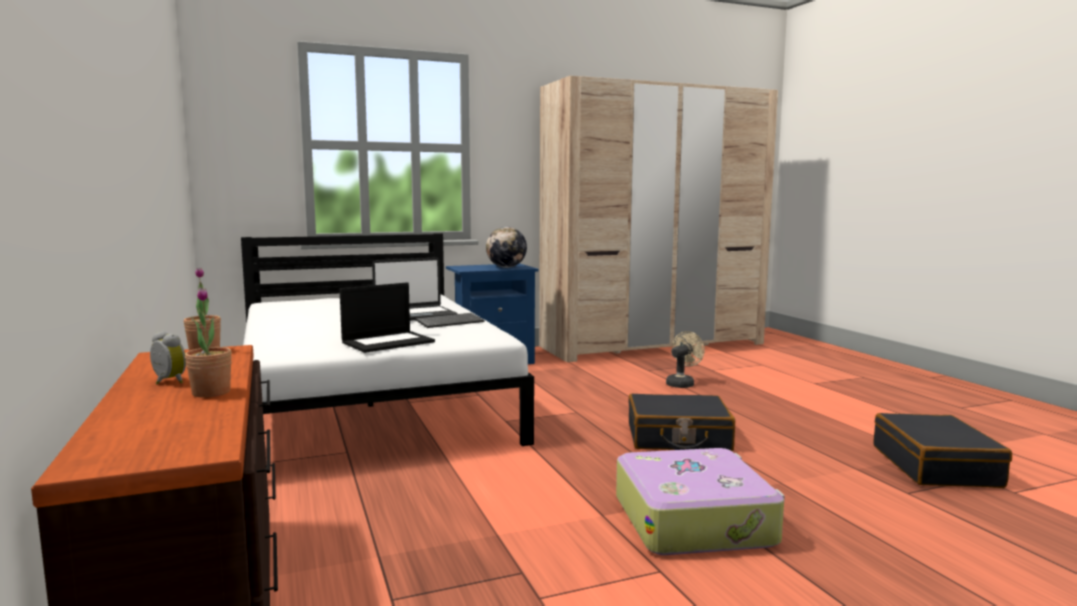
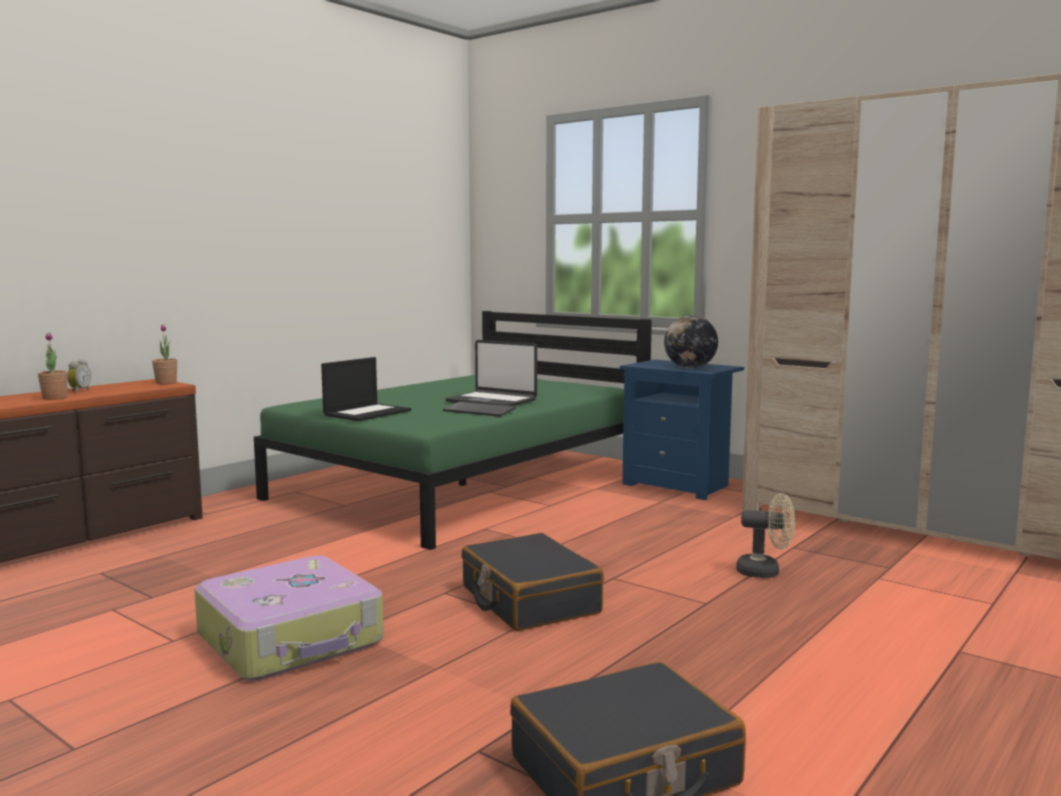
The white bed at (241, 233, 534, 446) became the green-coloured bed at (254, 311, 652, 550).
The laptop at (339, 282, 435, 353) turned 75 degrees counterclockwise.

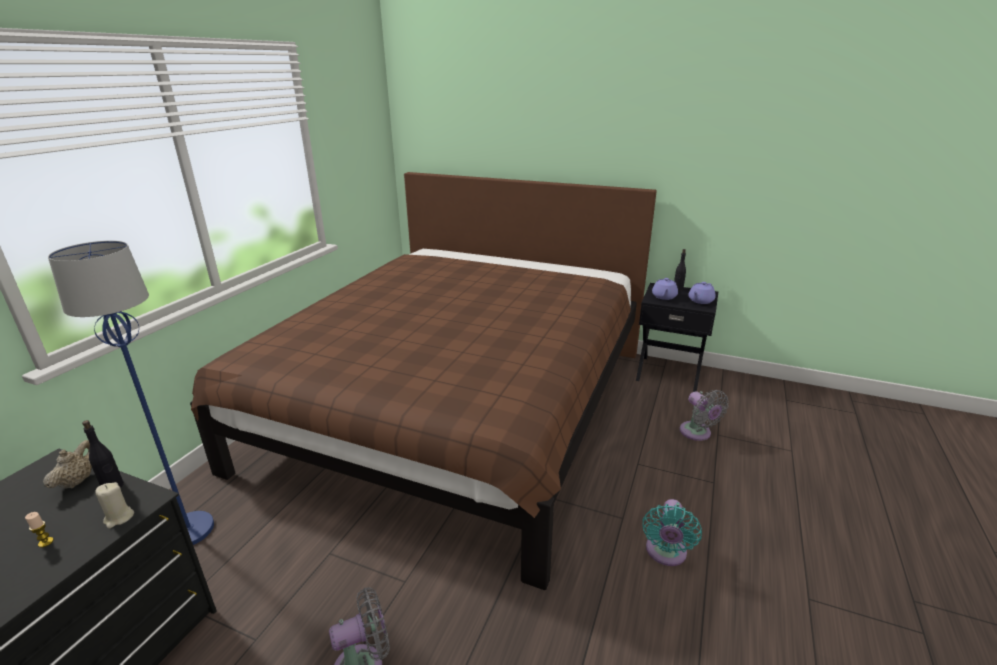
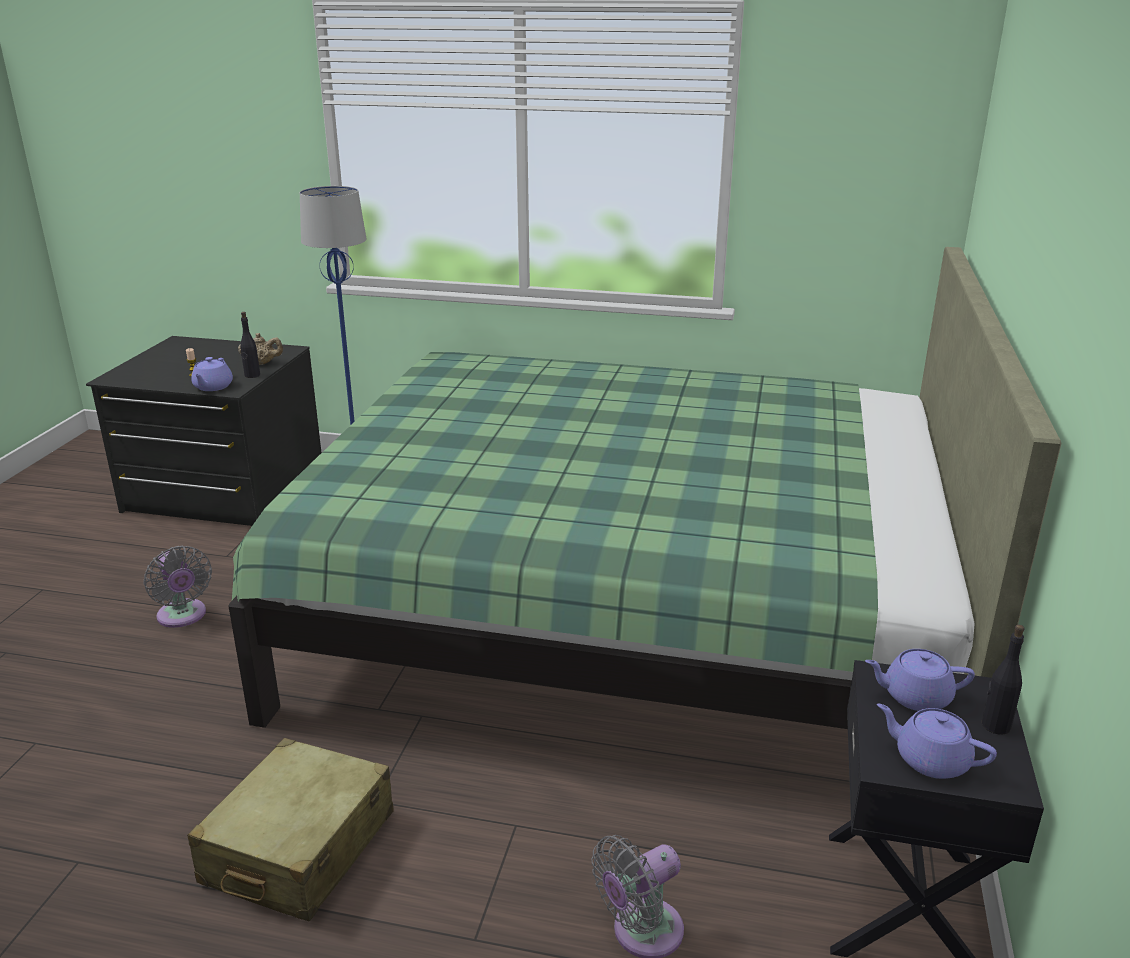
The beige-coloured wax candle at (95, 482, 134, 528) was replaced by the purple teapot at (191, 357, 233, 391).
The brown-coloured bed at (190, 172, 657, 590) became the green-coloured bed at (229, 247, 1061, 729).
The turquoise-coloured cooling fan at (642, 499, 702, 566) was replaced by the beige-coloured suitcase at (187, 738, 394, 921).

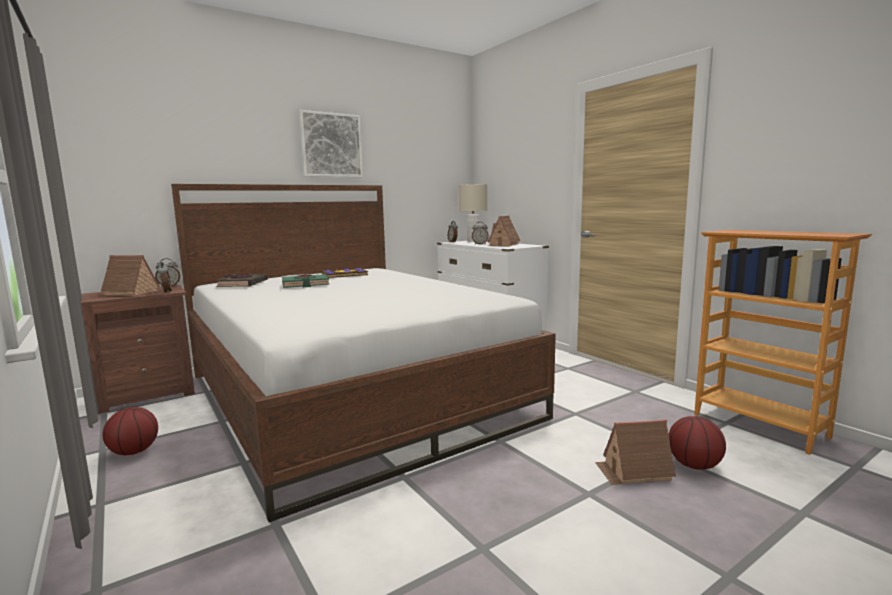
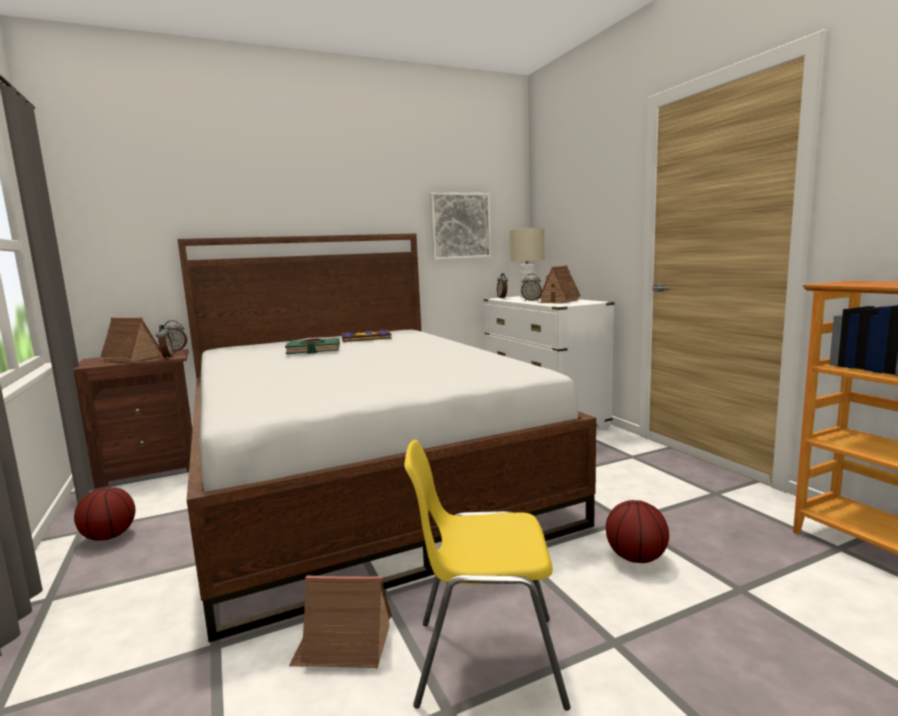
The black-coloured book at (216, 274, 268, 287) disappeared.
The wall art moved from (299, 110, 363, 178) to (430, 192, 492, 260).
The model house moved from (595, 419, 676, 485) to (289, 576, 392, 669).
The basketball moved from (668, 416, 726, 470) to (606, 500, 669, 563).
The yellow upright chair at (404, 440, 571, 711) appeared.

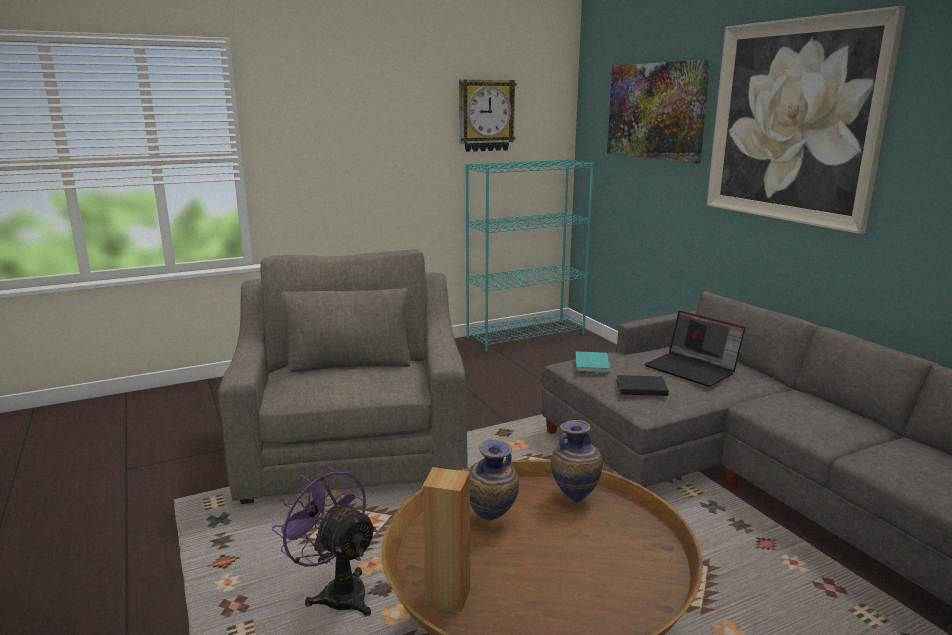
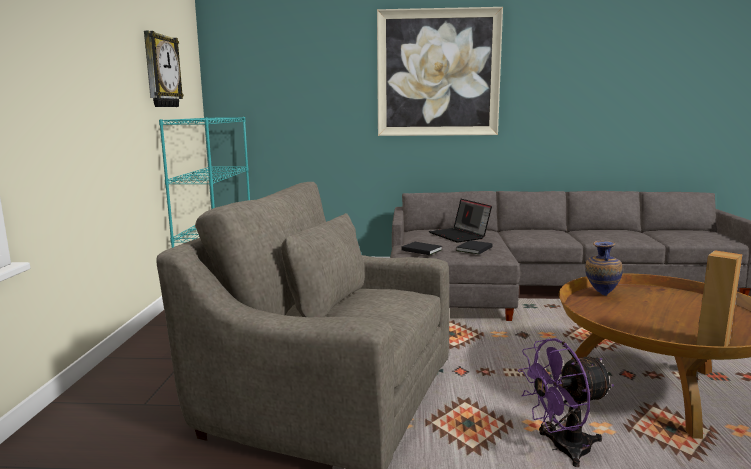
The decorative vase at (468, 439, 519, 520) disappeared.
The turquoise-coloured book at (575, 351, 610, 373) became the black-coloured book at (402, 242, 442, 255).
The wall art at (607, 60, 711, 163) disappeared.
The laptop at (645, 311, 745, 387) turned 75 degrees clockwise.

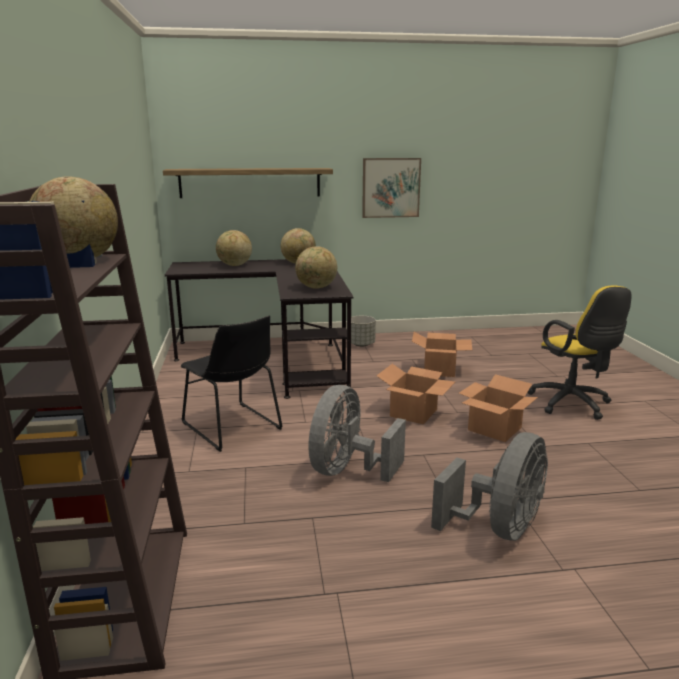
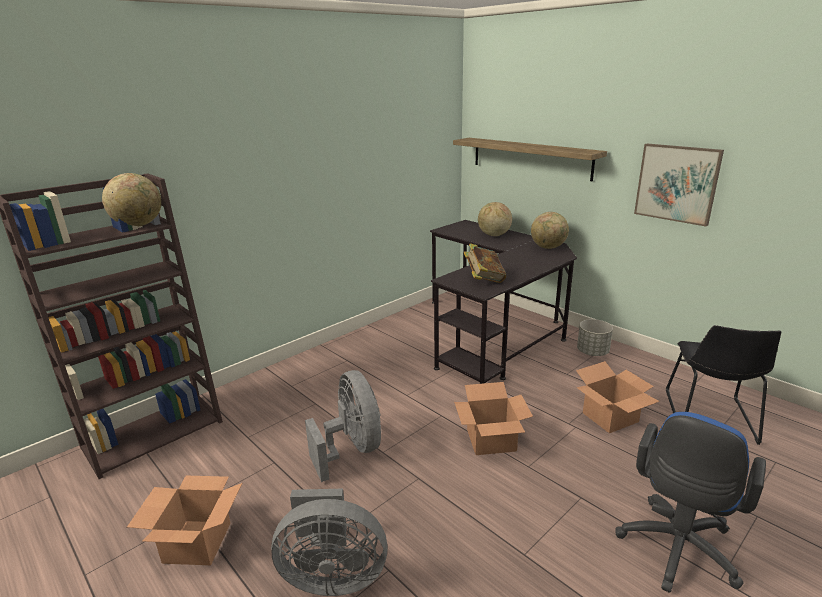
The black-coloured upright chair moved from (181, 316, 283, 452) to (666, 325, 781, 445).
The world globe at (295, 246, 337, 288) was replaced by the book at (464, 243, 506, 283).
The grey cooling fan at (308, 385, 406, 482) turned 75 degrees clockwise.
The carton moved from (459, 374, 538, 442) to (127, 476, 242, 565).
The yellow desk chair at (528, 285, 631, 420) became the bluish desk chair at (615, 412, 766, 593).

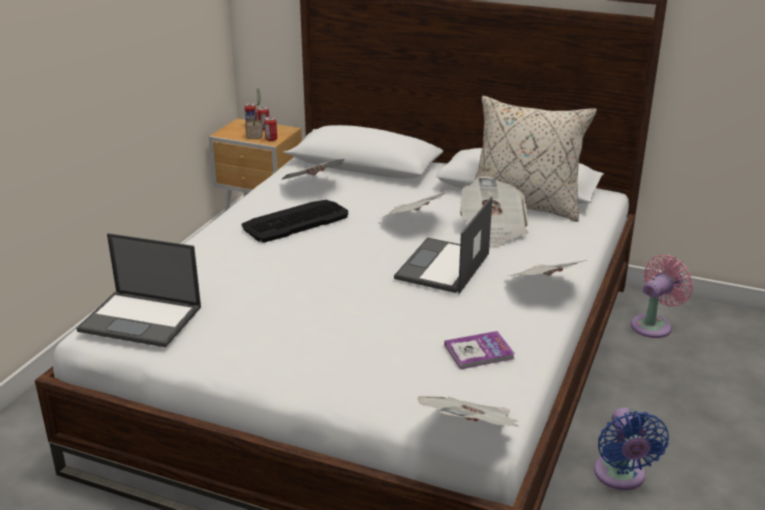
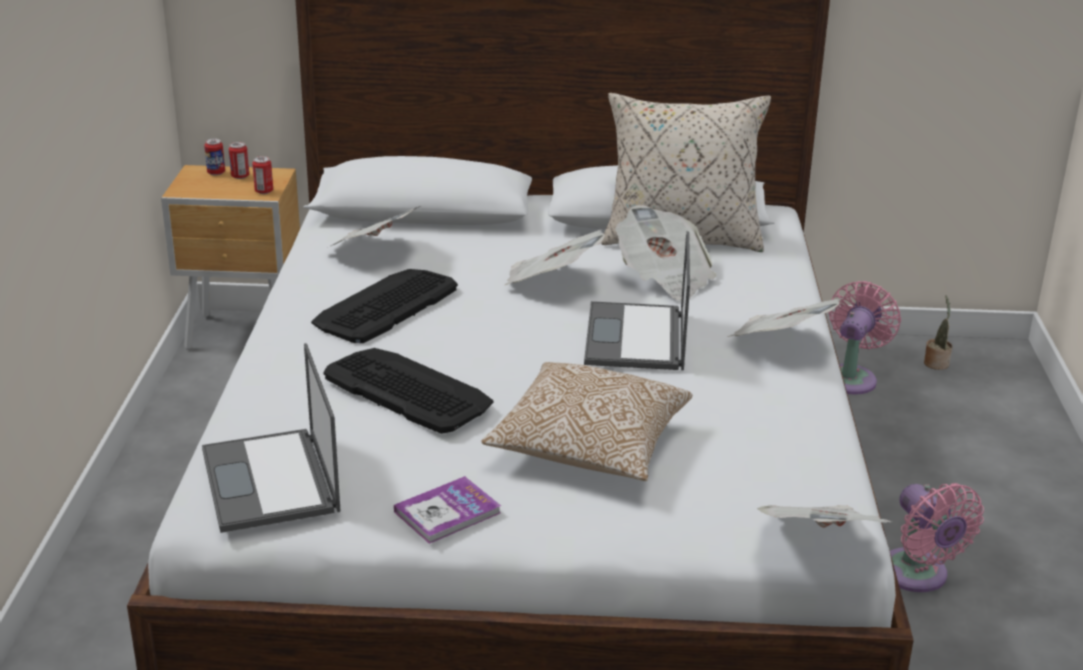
The laptop at (77, 233, 201, 348) turned 75 degrees clockwise.
The potted plant moved from (245, 88, 263, 139) to (924, 295, 952, 370).
The book moved from (444, 331, 515, 370) to (394, 476, 501, 544).
The bluish cooling fan at (594, 407, 669, 490) became the pink-coloured cooling fan at (890, 483, 984, 592).
The keyboard at (323, 348, 494, 434) appeared.
The pillow at (482, 362, 692, 481) appeared.

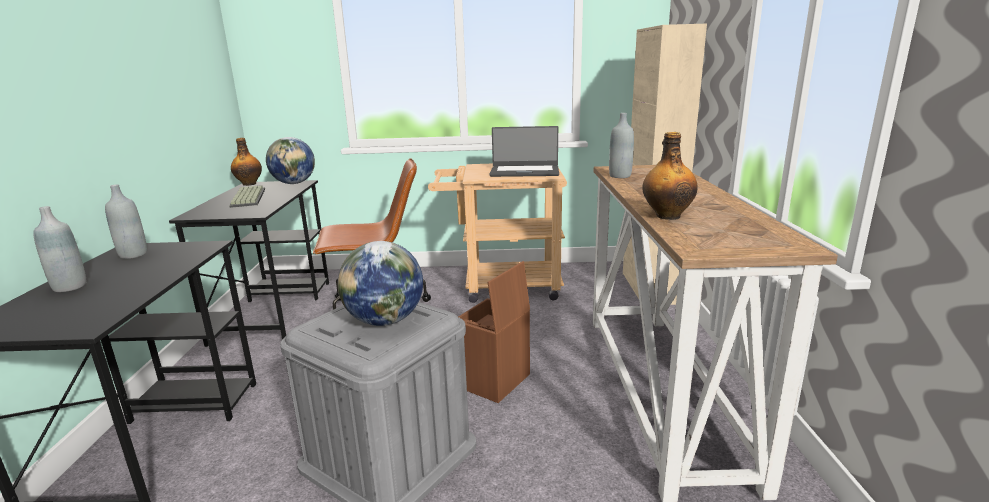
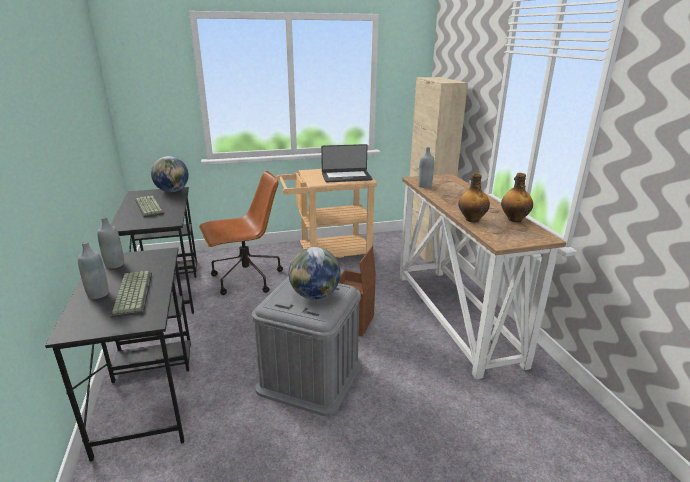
The drink bottle moved from (231, 138, 262, 186) to (501, 173, 533, 222).
The keyboard at (111, 271, 152, 318) appeared.

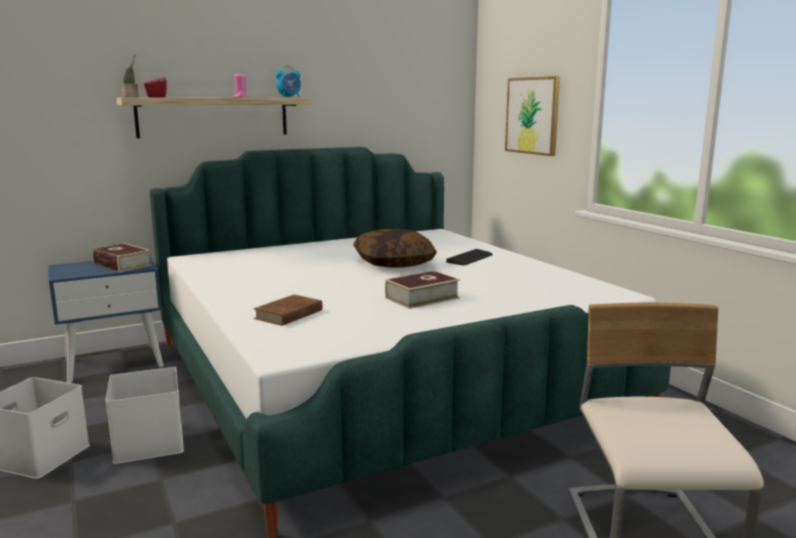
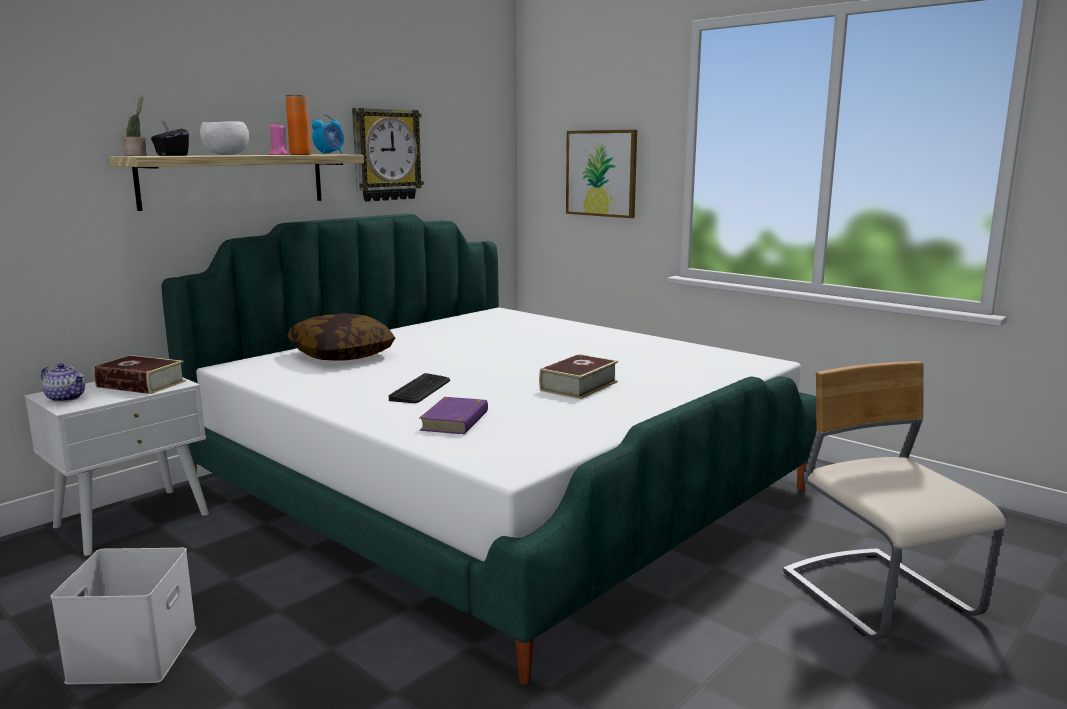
The bluish bedside table at (48, 256, 164, 383) became the white bedside table at (24, 377, 209, 556).
The white storage bin at (106, 367, 184, 464) disappeared.
The red-coloured box of tissues at (144, 72, 167, 98) became the black-coloured box of tissues at (151, 121, 189, 156).
The brown-coloured book at (253, 295, 322, 326) became the purple book at (419, 397, 488, 434).
The pillow moved from (353, 229, 437, 268) to (287, 313, 395, 361).
The keyboard moved from (446, 249, 493, 265) to (389, 373, 450, 403).
The teapot at (41, 363, 85, 402) appeared.
The white serving bowl at (200, 122, 249, 155) appeared.
The orangey decorative vase at (286, 95, 311, 155) appeared.
The wall clock at (352, 108, 424, 202) appeared.

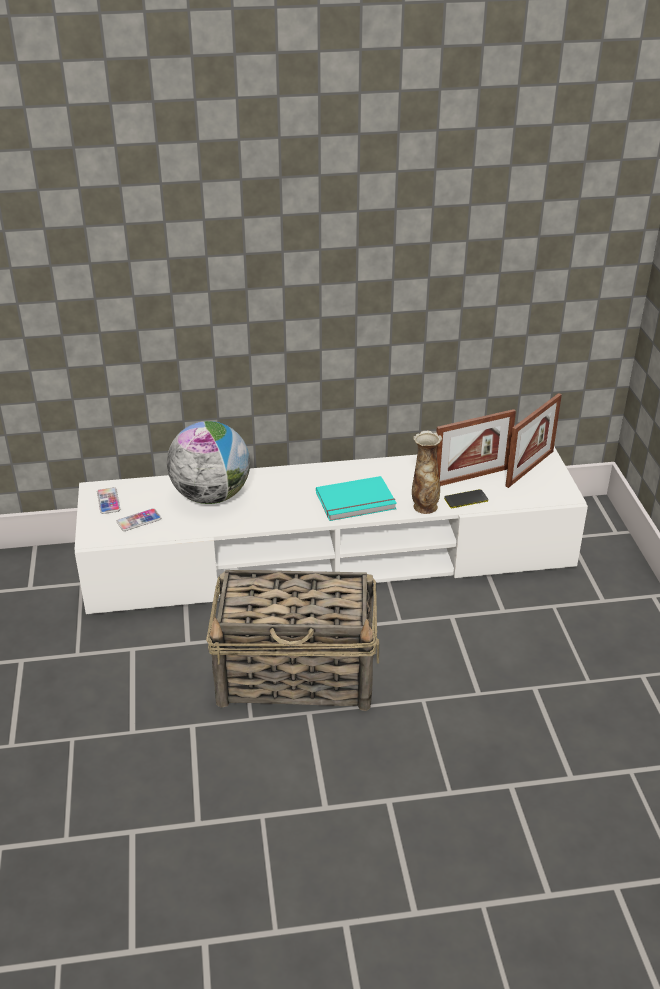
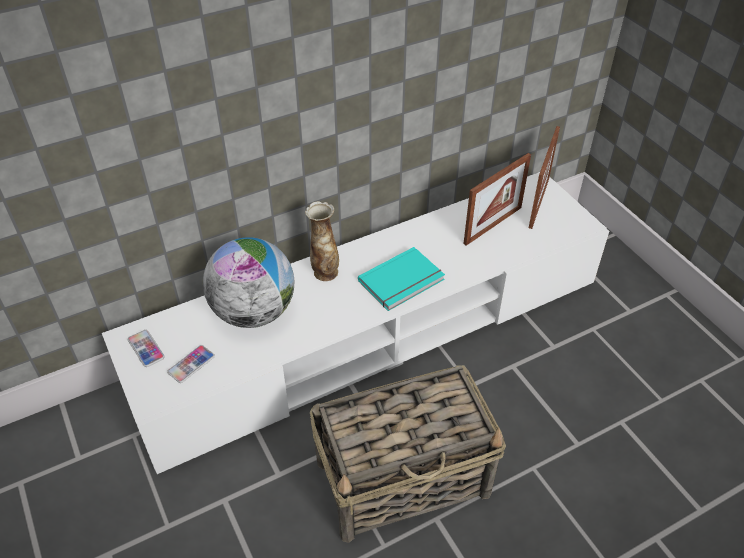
The decorative vase moved from (412, 431, 442, 514) to (305, 201, 339, 281).
The telephone at (444, 489, 488, 508) disappeared.

